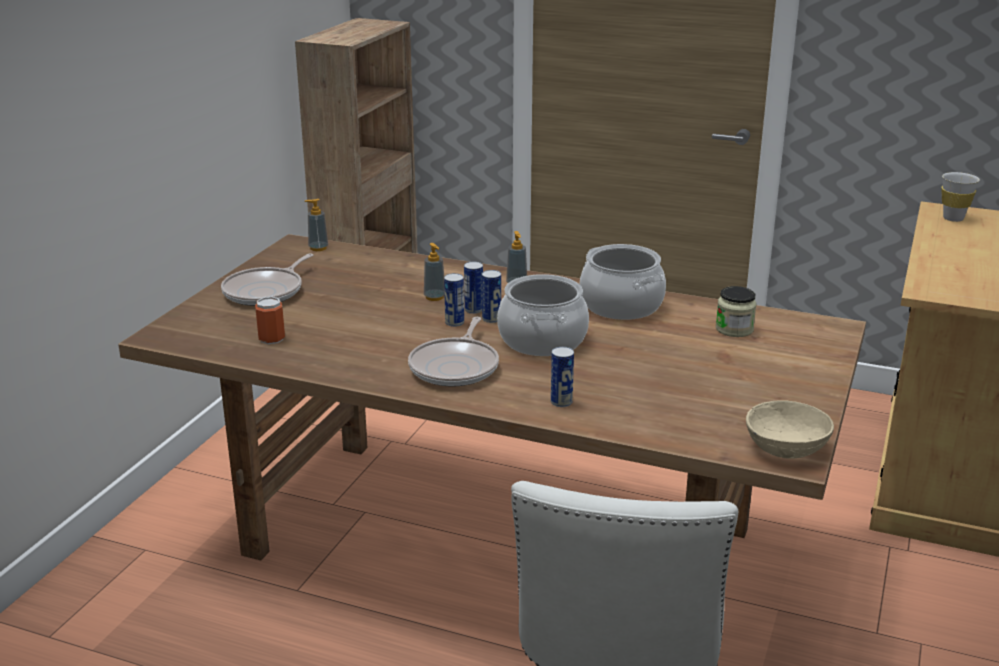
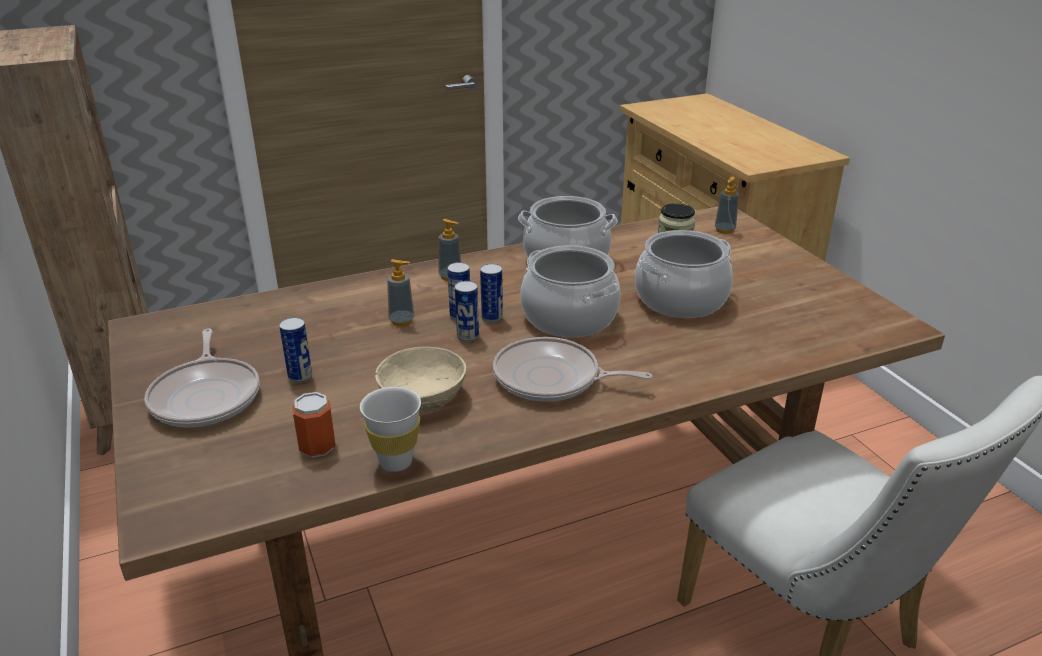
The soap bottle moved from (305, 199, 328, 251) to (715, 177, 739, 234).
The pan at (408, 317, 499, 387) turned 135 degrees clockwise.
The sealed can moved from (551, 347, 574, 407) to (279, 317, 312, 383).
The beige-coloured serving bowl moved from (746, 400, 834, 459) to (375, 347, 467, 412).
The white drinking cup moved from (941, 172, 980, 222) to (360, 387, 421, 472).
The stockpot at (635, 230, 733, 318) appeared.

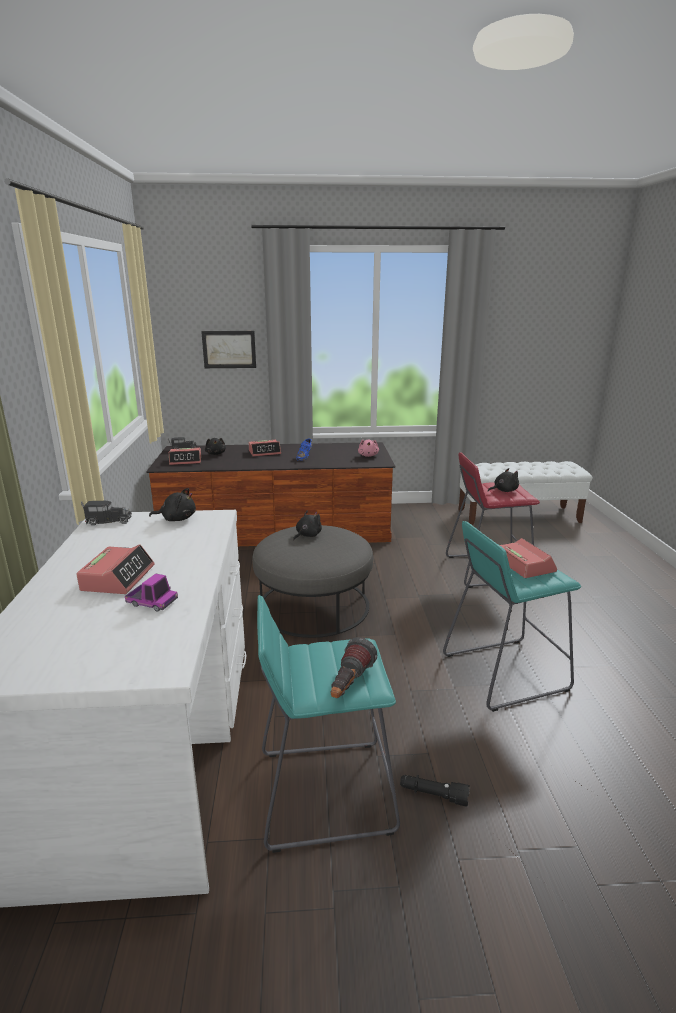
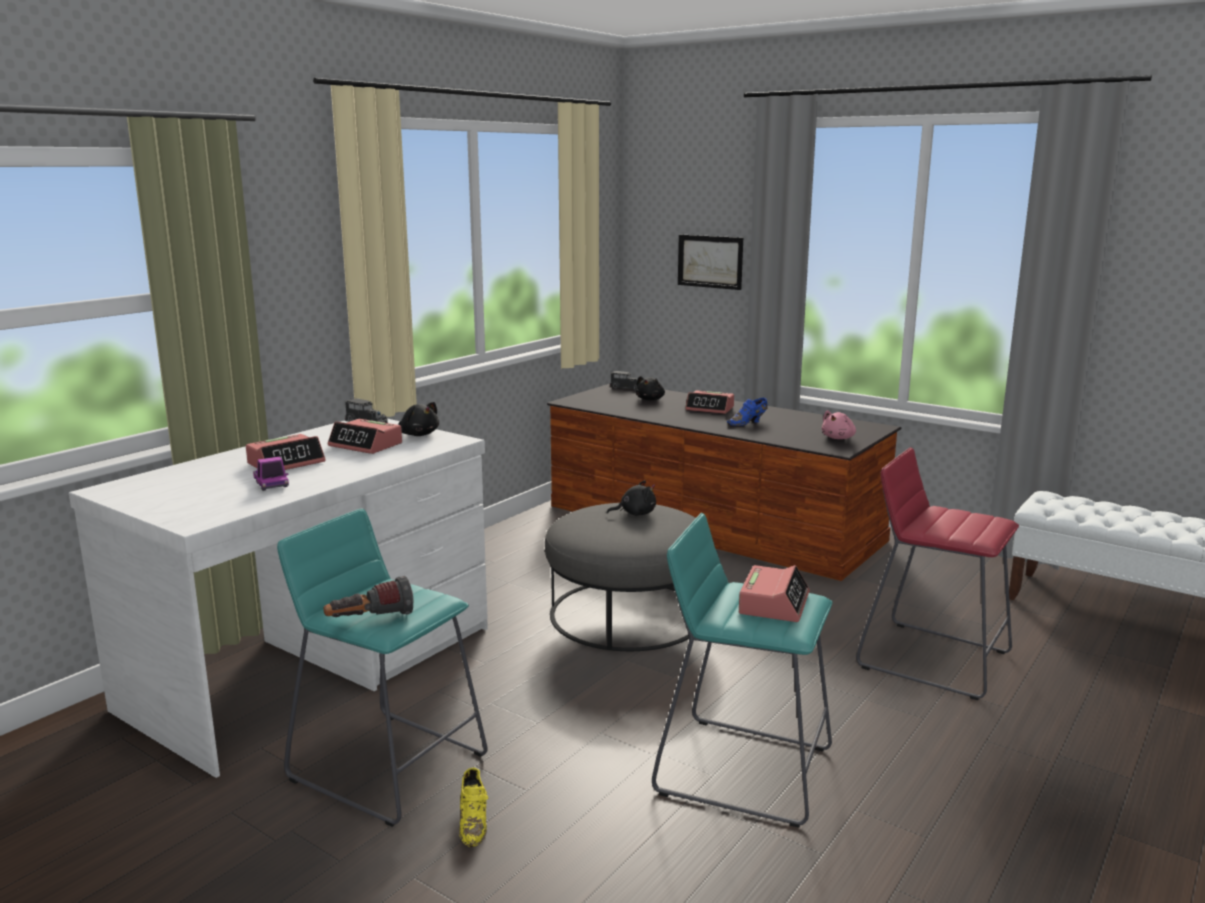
The bedside clock moved from (169, 448, 201, 465) to (328, 419, 402, 454).
The black-coloured torch at (400, 775, 470, 807) was replaced by the yellow shoe at (459, 768, 488, 847).
The black-coloured soft toy at (488, 468, 519, 492) disappeared.

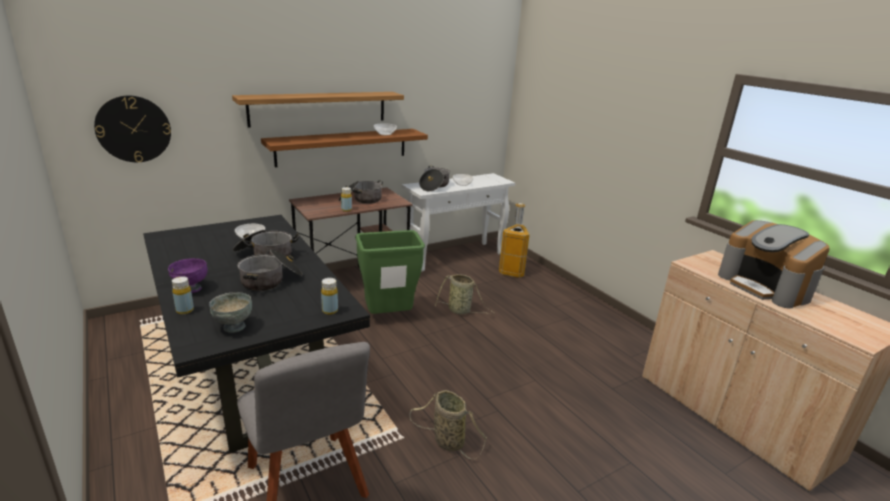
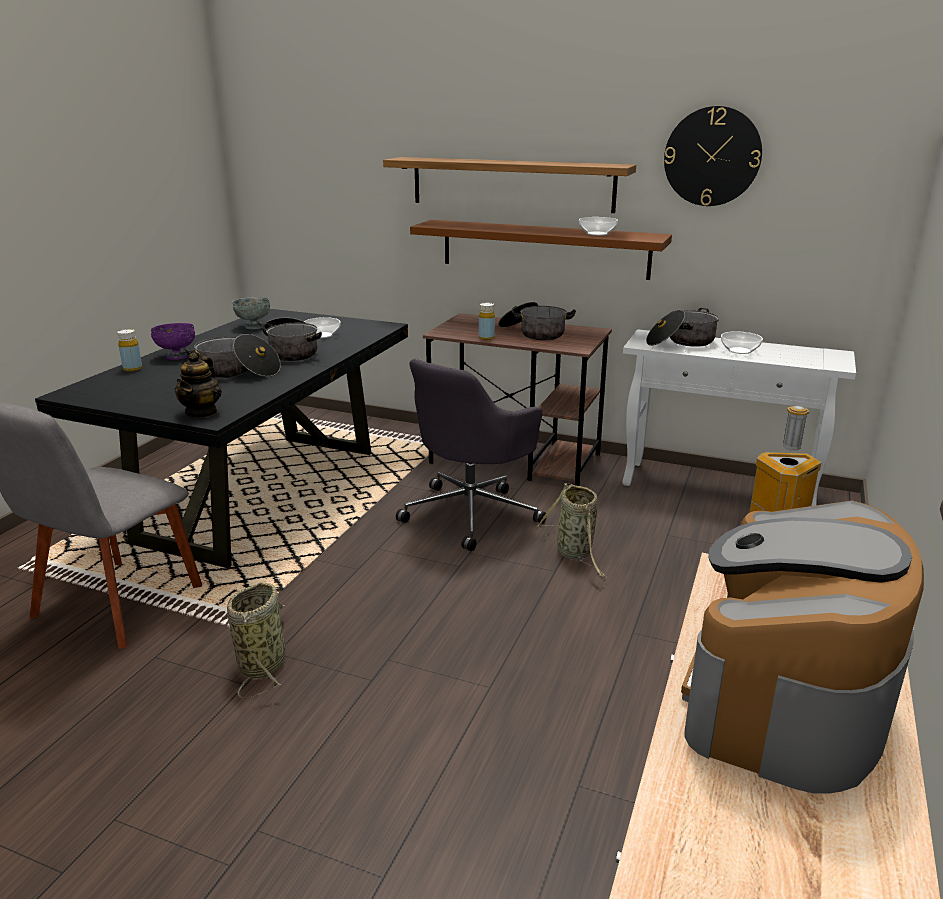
The wall clock moved from (94, 95, 171, 162) to (664, 106, 762, 206).
The grey serving bowl moved from (209, 292, 252, 333) to (232, 297, 270, 329).
The yellow drink bottle at (321, 278, 338, 315) was replaced by the teapot at (175, 353, 222, 418).
The green-coloured waste bin at (355, 230, 425, 314) was replaced by the grey desk chair at (396, 359, 547, 551).

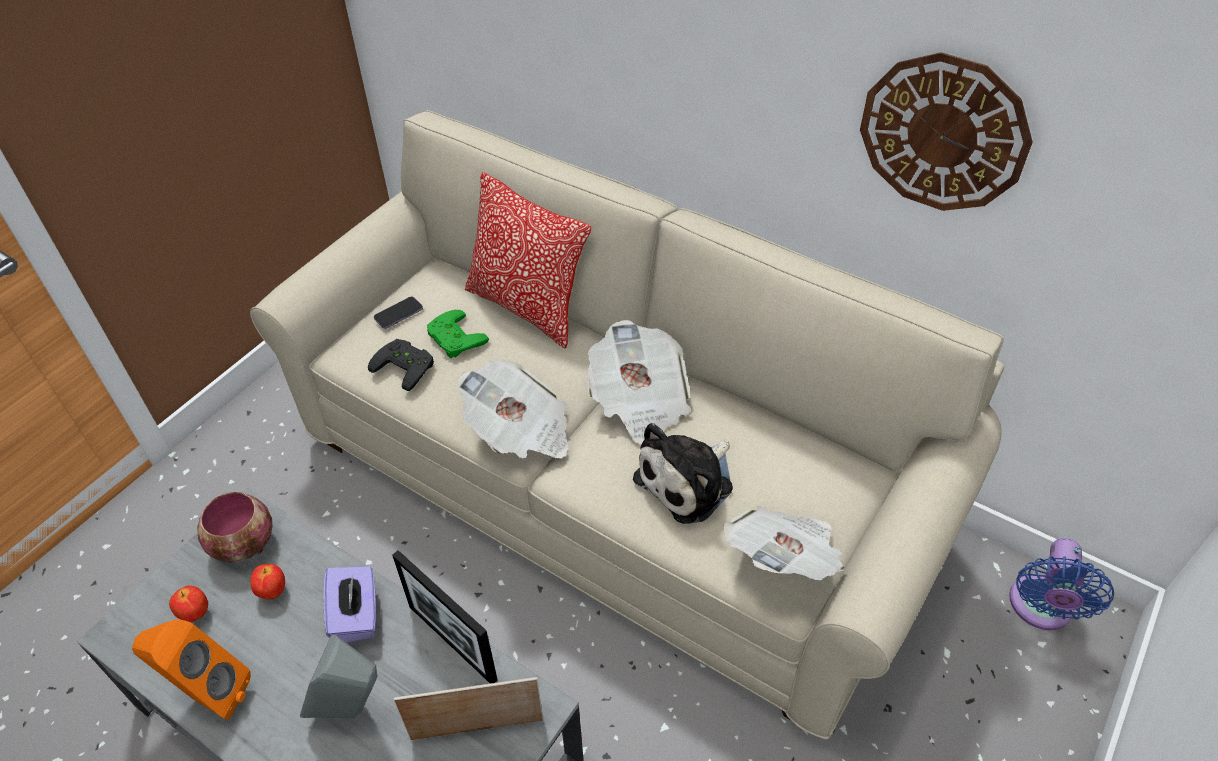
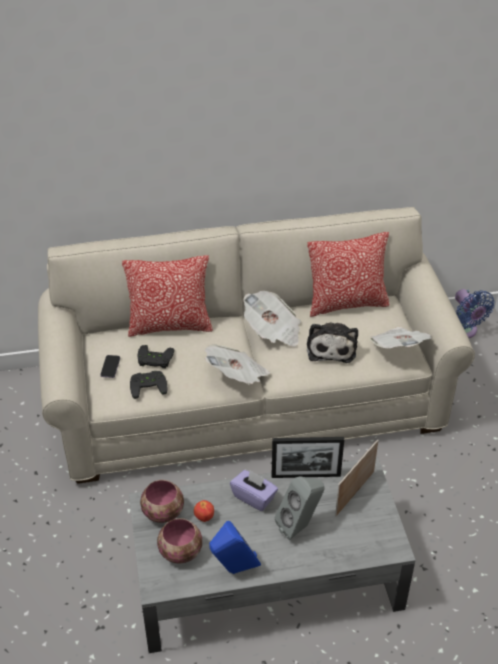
The orangey speaker at (132, 619, 251, 720) became the bluish speaker at (209, 521, 261, 574).
The apple fruit at (169, 586, 208, 622) was replaced by the serving bowl at (157, 518, 202, 564).
The green-coloured joypad at (427, 310, 489, 358) became the black-coloured joypad at (138, 345, 174, 369).
The wall clock at (860, 52, 1033, 211) disappeared.
The pillow at (307, 232, 390, 317) appeared.

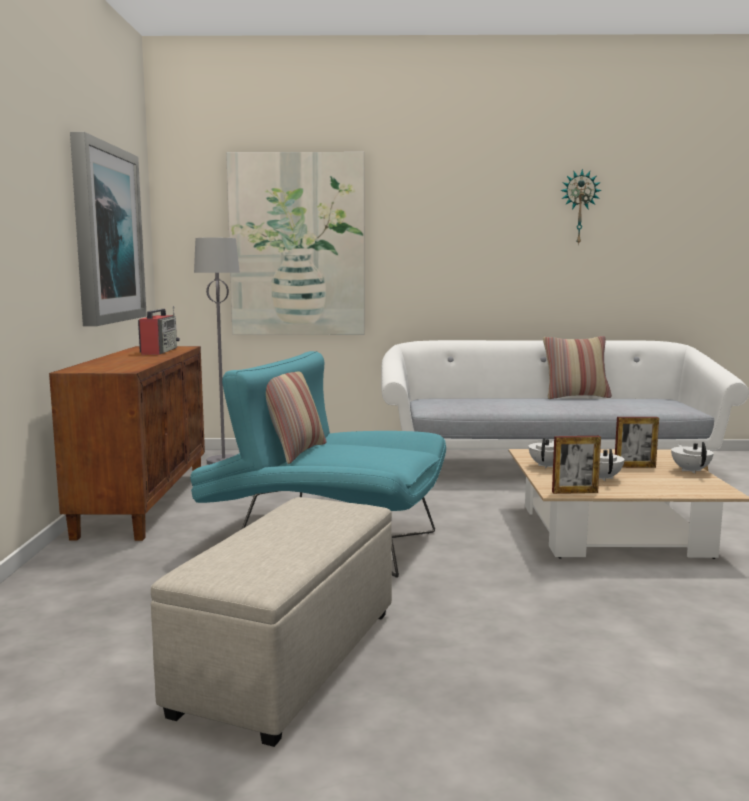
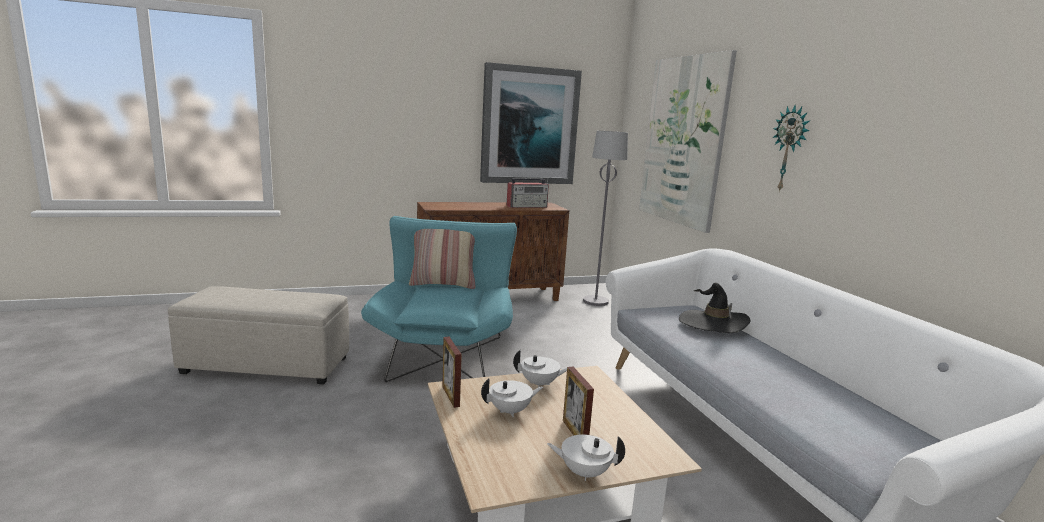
The pillow at (543, 336, 612, 399) disappeared.
The wall clock moved from (560, 169, 602, 246) to (773, 105, 810, 192).
The white teapot at (671, 442, 714, 474) turned 150 degrees counterclockwise.
The black-coloured wearable hat at (679, 283, 750, 333) appeared.

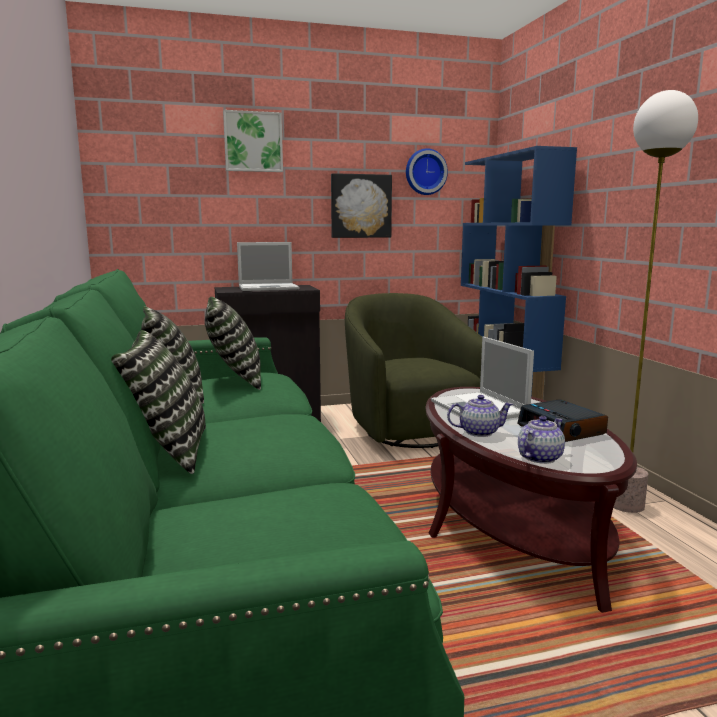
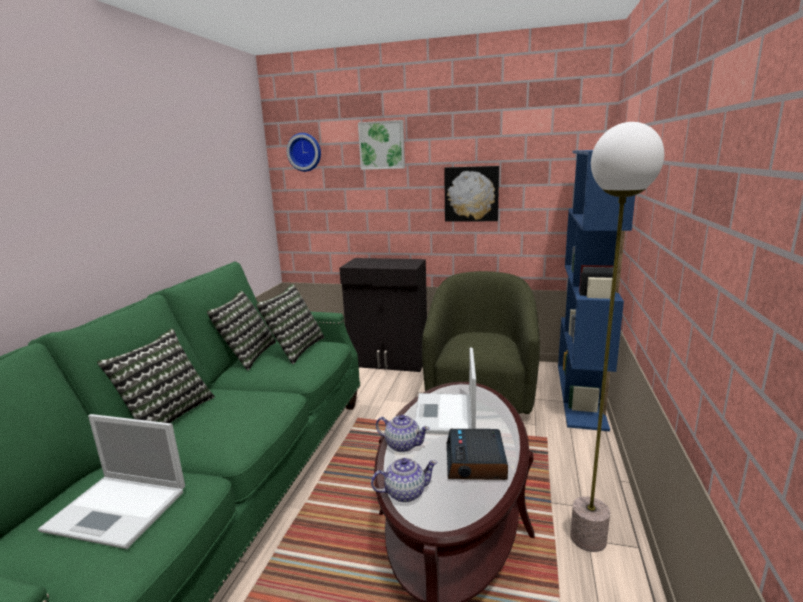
The laptop moved from (237, 242, 299, 291) to (38, 414, 185, 549).
The wall clock moved from (406, 148, 448, 195) to (287, 133, 321, 172).

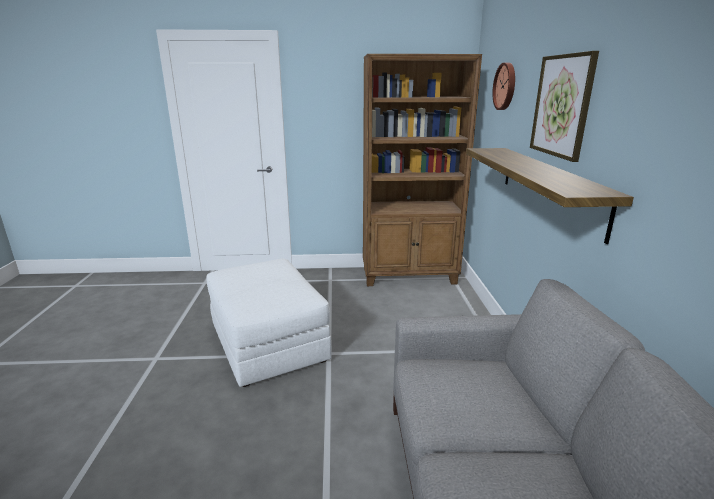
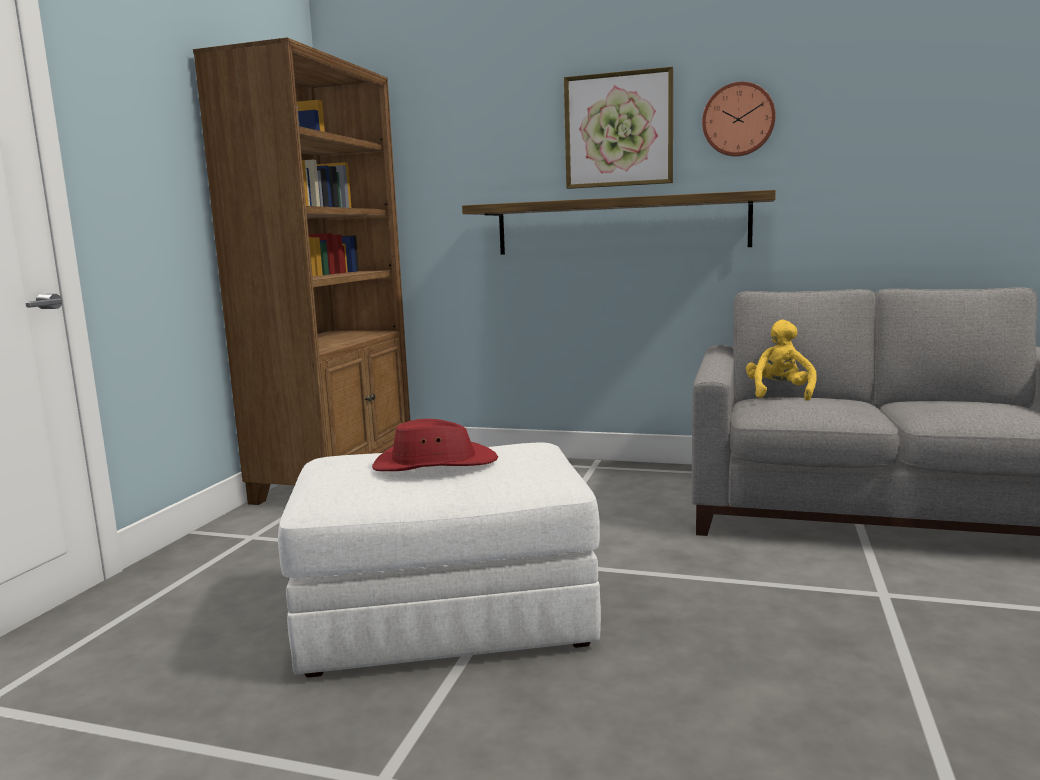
The wall clock moved from (492, 63, 515, 110) to (702, 82, 776, 157).
The red-coloured wearable hat at (372, 419, 498, 471) appeared.
The yellow soft toy at (746, 320, 817, 401) appeared.

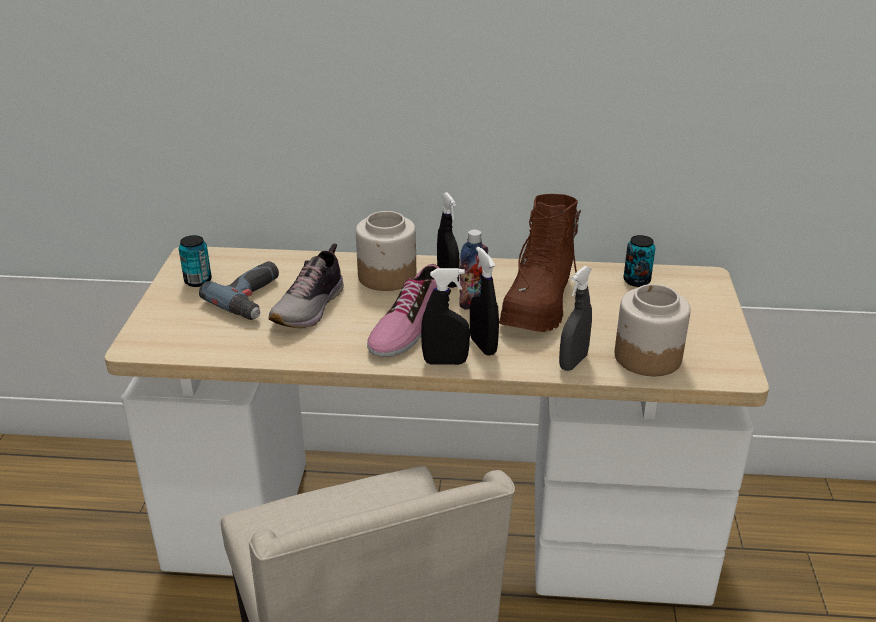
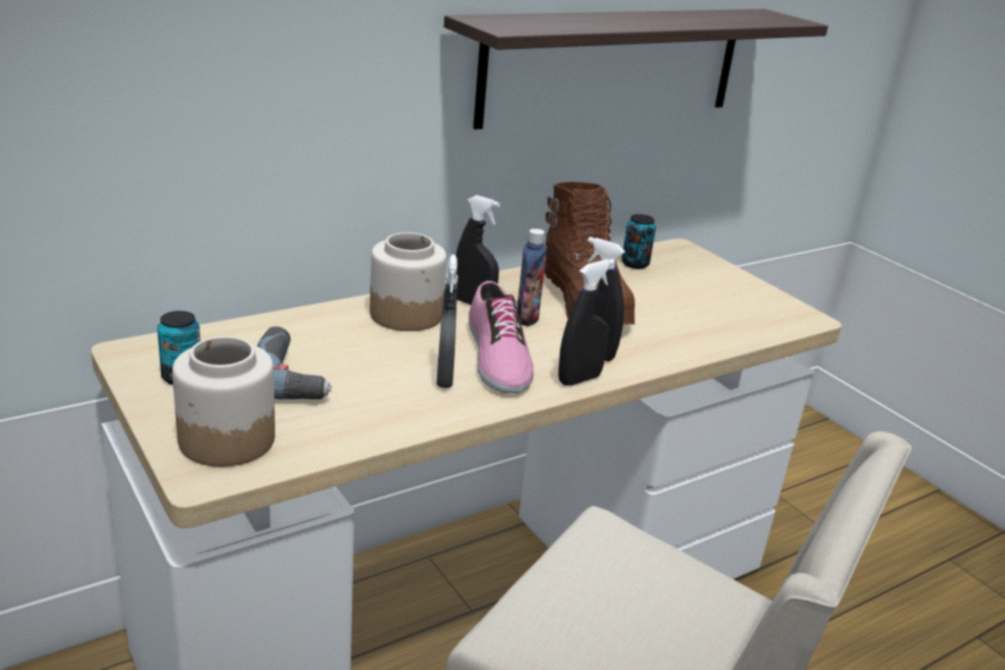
The shoe at (268, 243, 344, 328) disappeared.
The grey sprayer moved from (559, 266, 592, 371) to (437, 255, 458, 388).
The preserve jar moved from (615, 284, 691, 376) to (172, 336, 275, 467).
The shelf at (444, 9, 828, 130) appeared.

